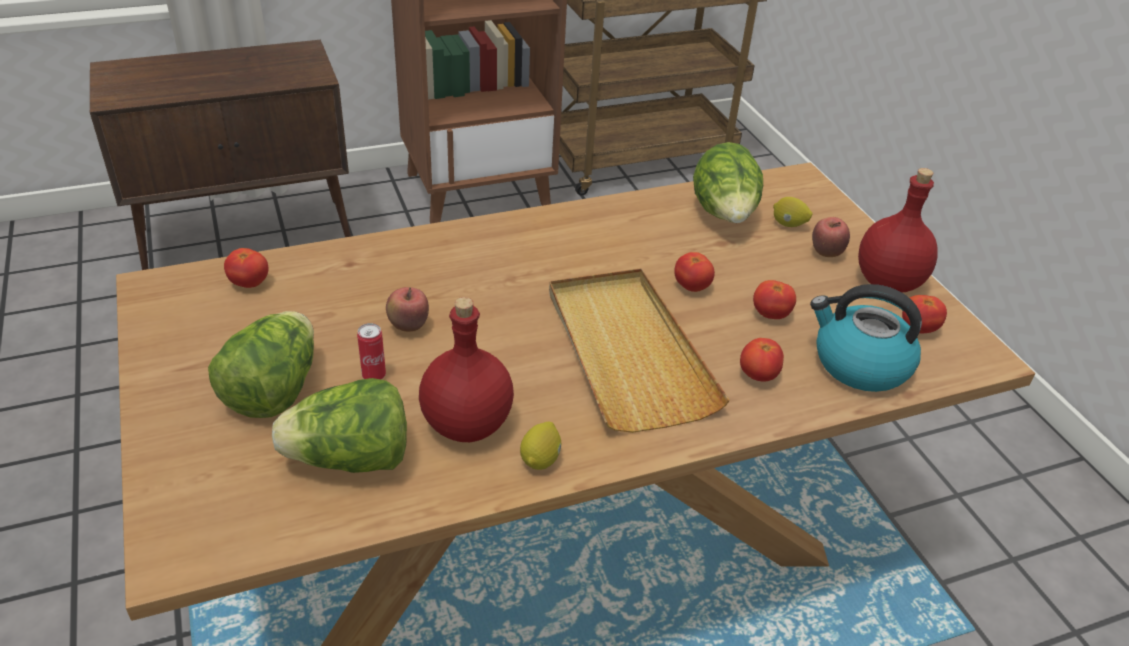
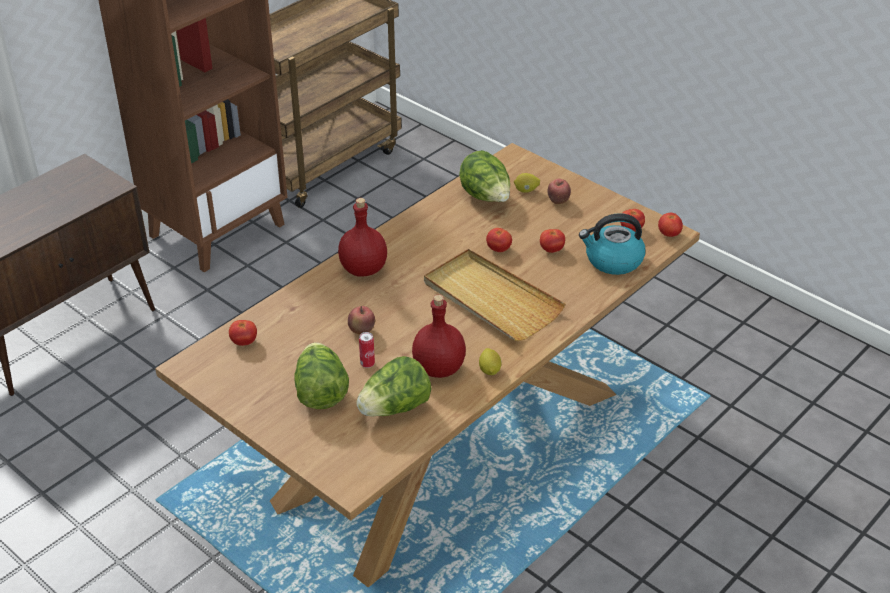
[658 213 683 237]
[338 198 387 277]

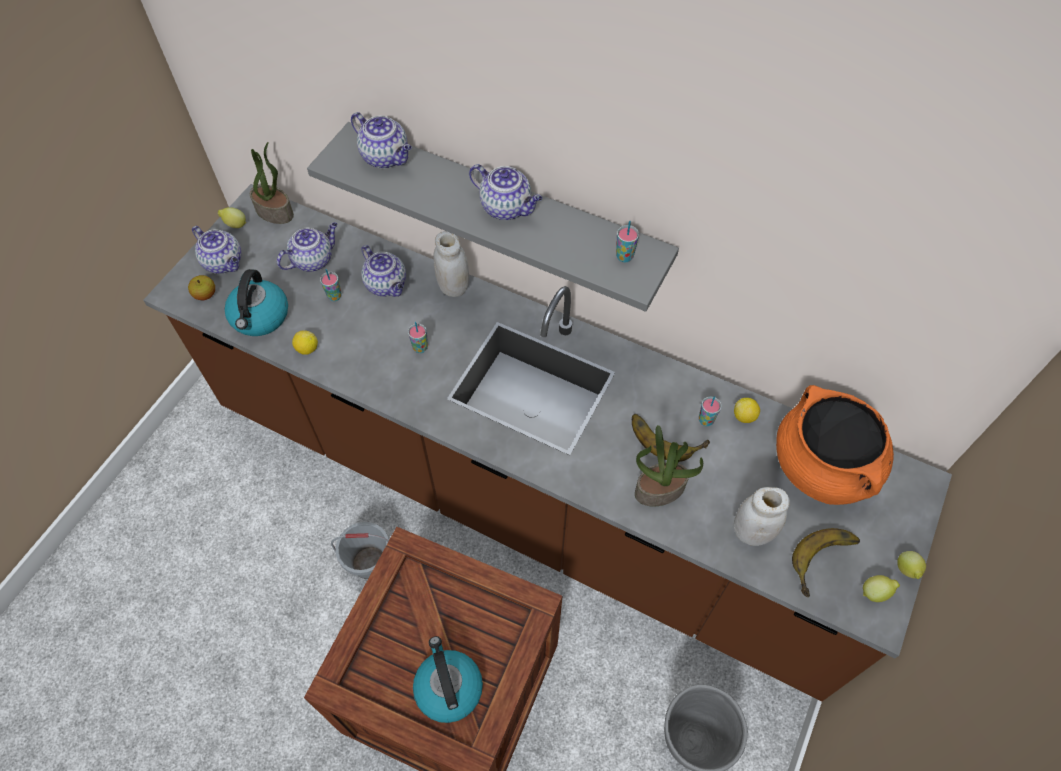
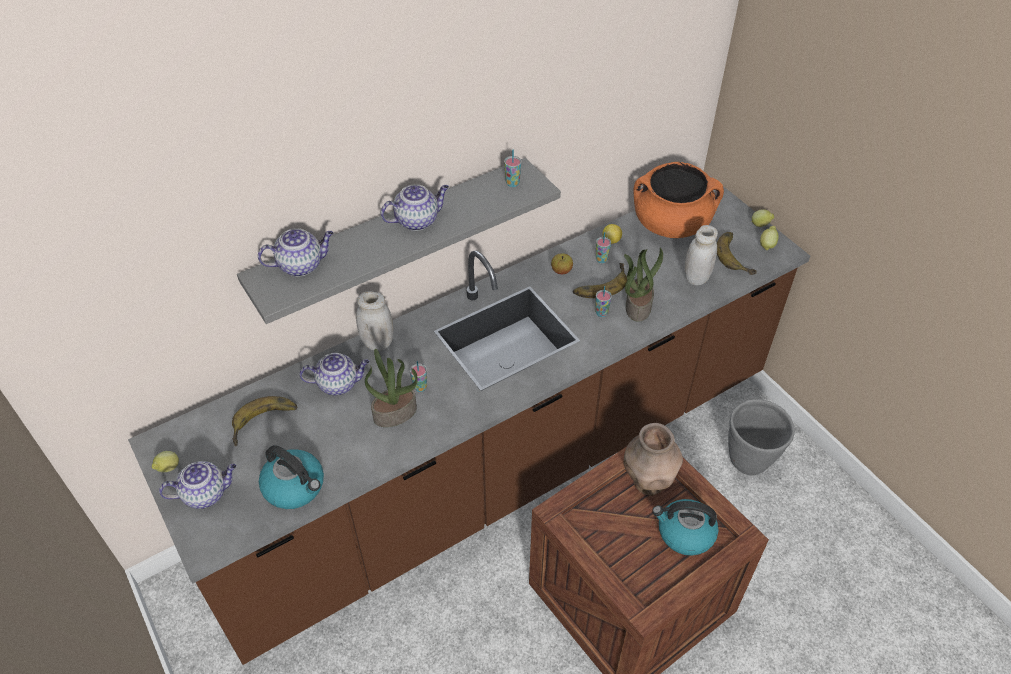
[551 253 573 274]
[365 349 418 427]
[232 396 297 446]
[292 330 318 355] (first image)
[595 286 612 317]
[331 522 389 579] (first image)
[624 423 683 496]

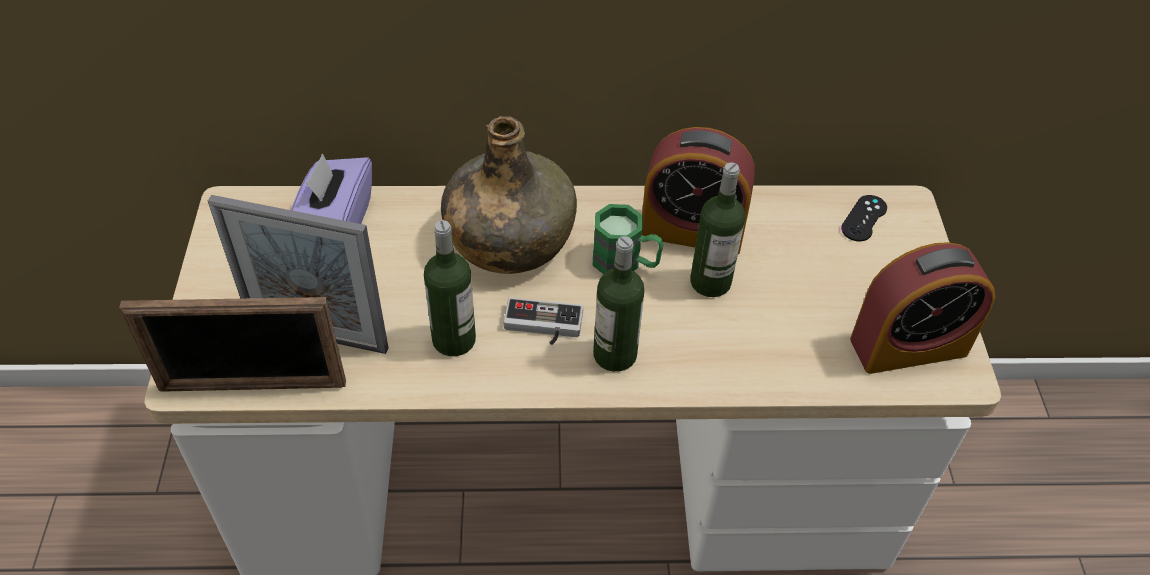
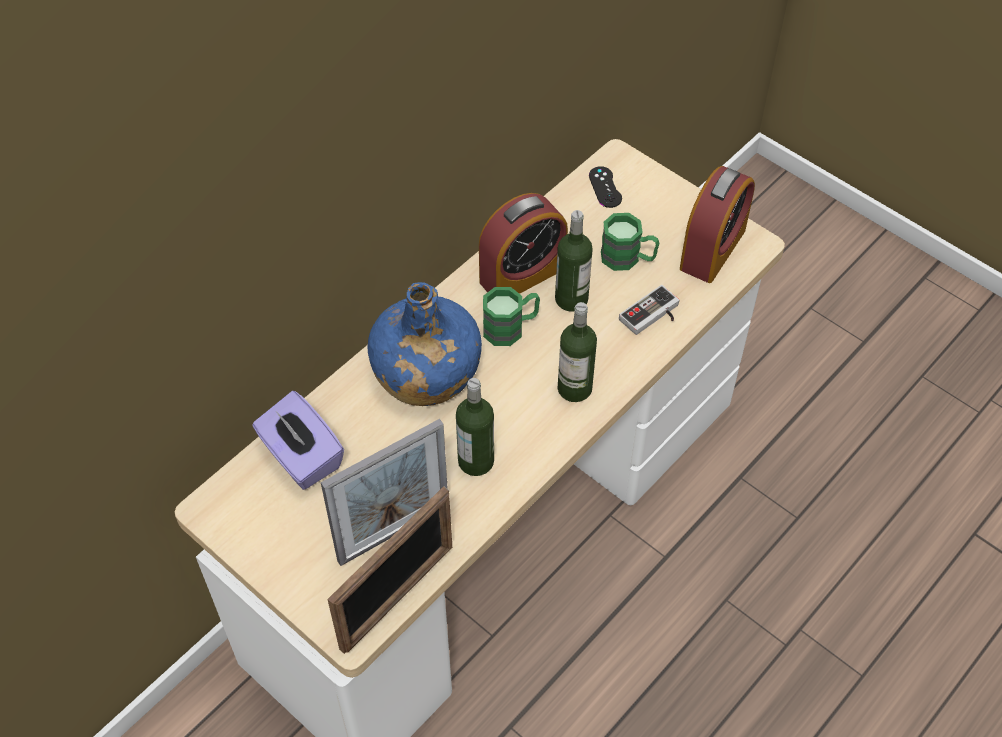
[368 282 482 406]
[619 285 679 335]
[601 213 659 271]

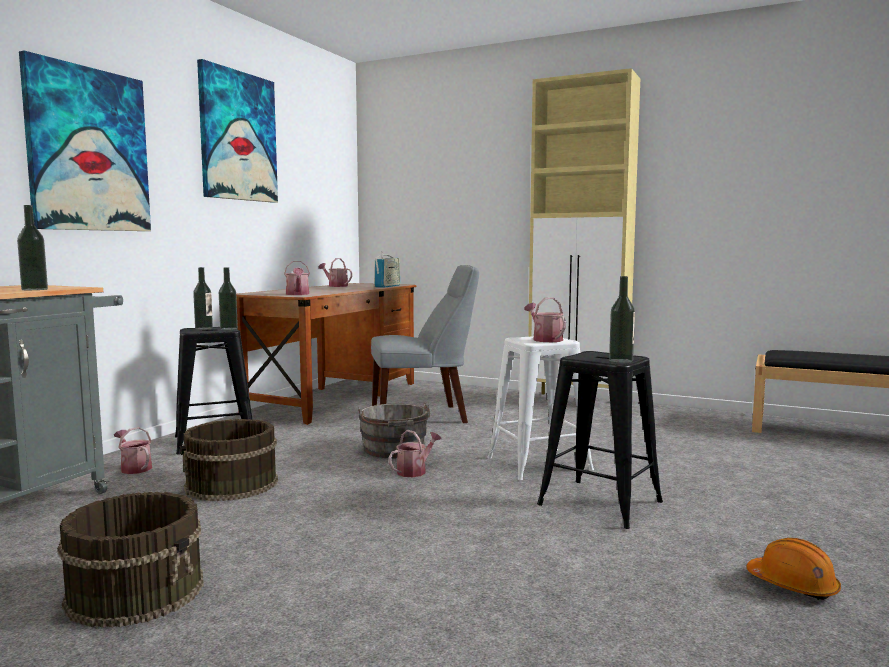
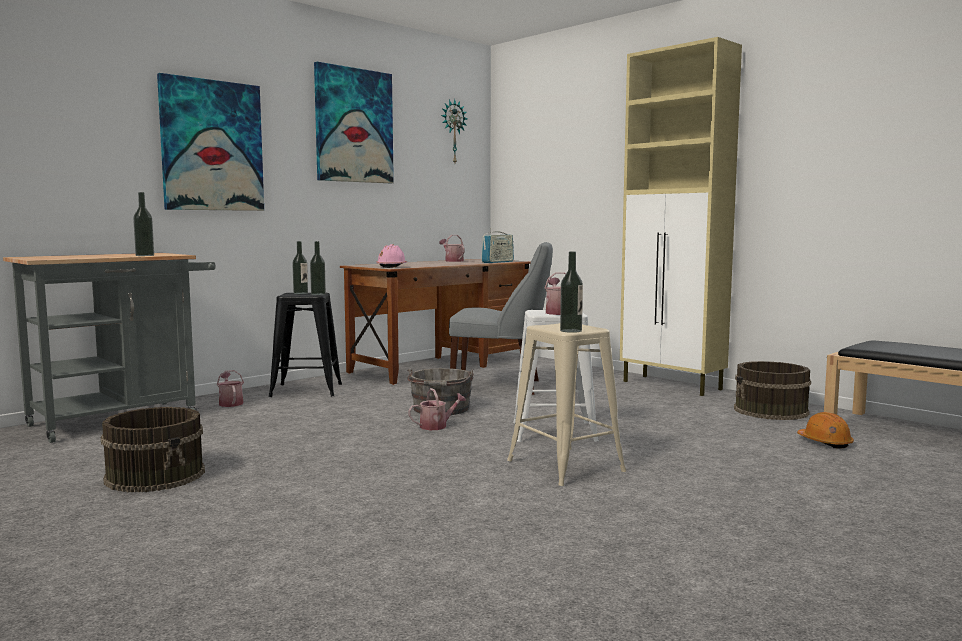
[734 361 811 420]
[376 244 407 268]
[507 323 626 486]
[797 412 854 449]
[441 99 467 163]

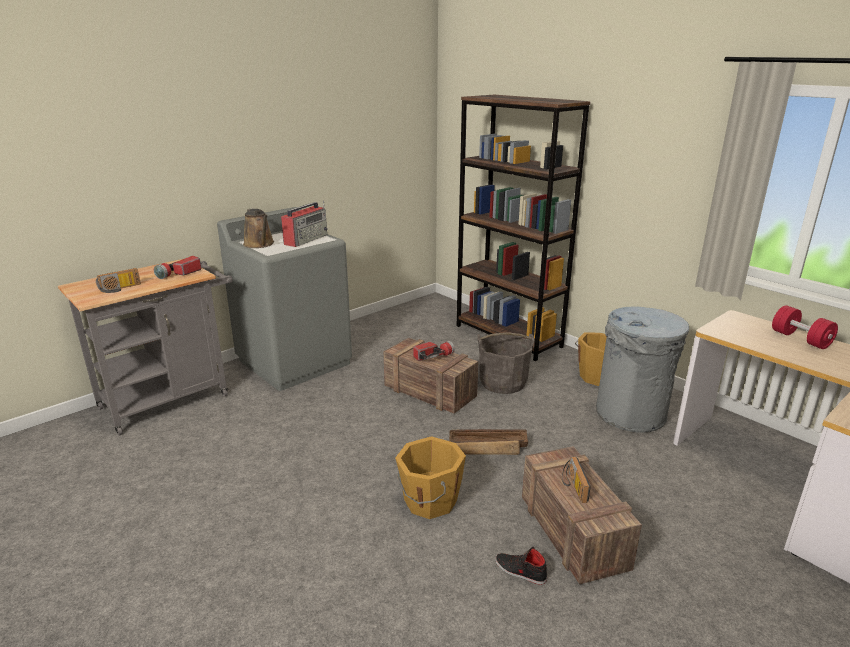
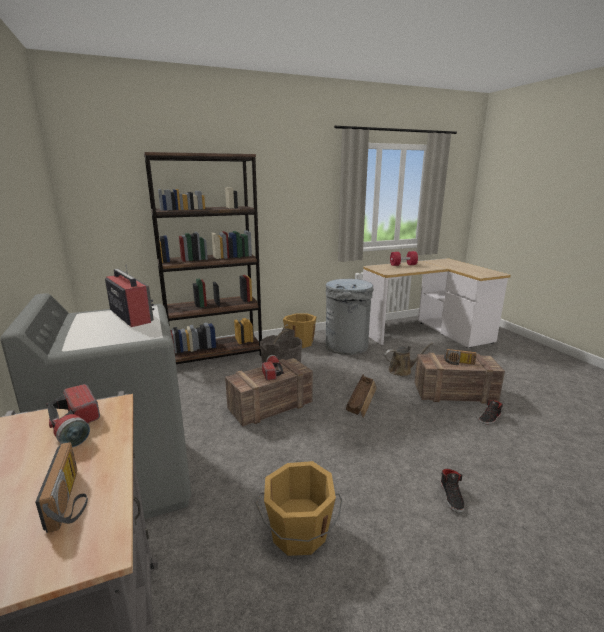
[385 343 433 376]
[256 461 342 556]
[441 469 465 513]

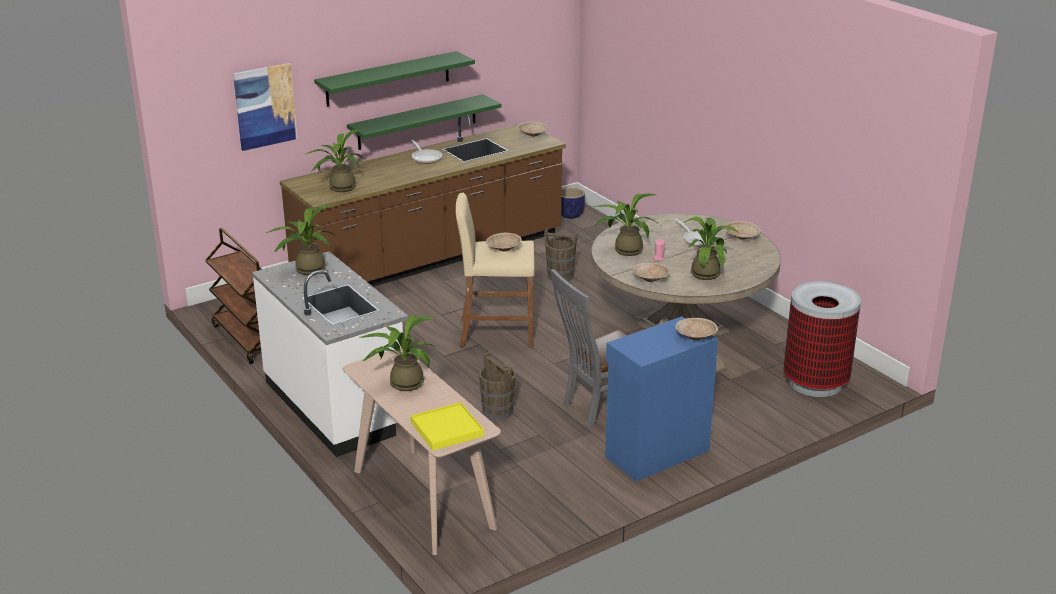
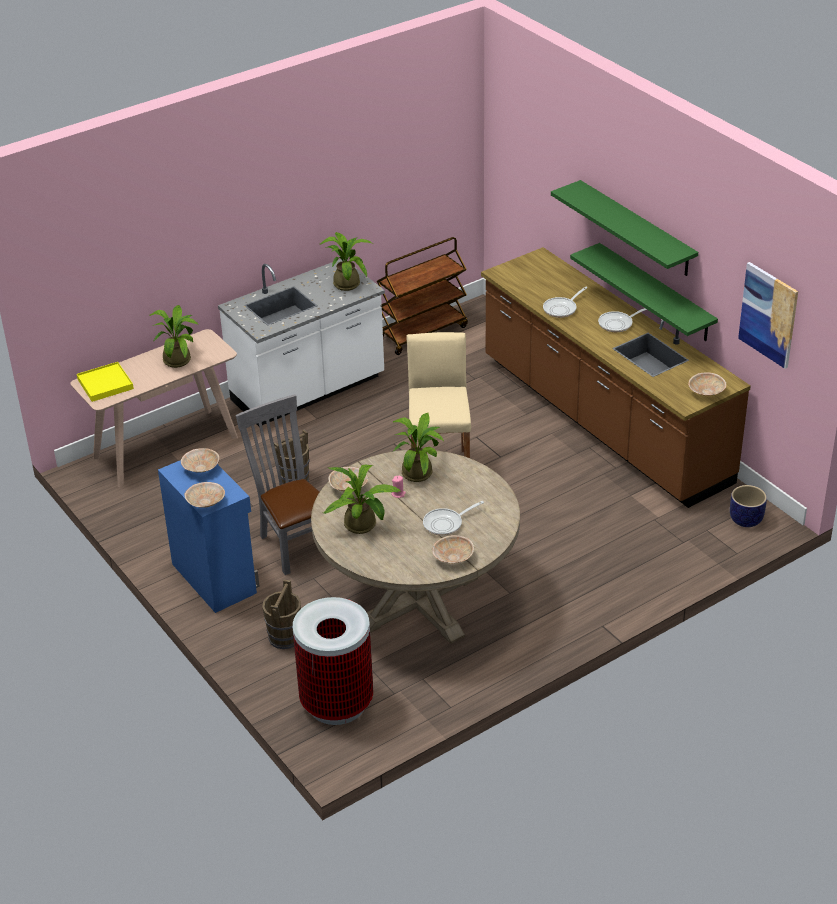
[738 262 798 369]
[306 129 365 192] (first image)
[181 448 219 473]
[262 579 301 649]
[543 287 588 318]

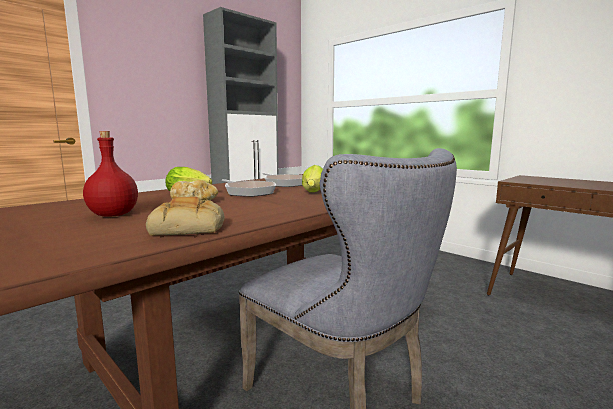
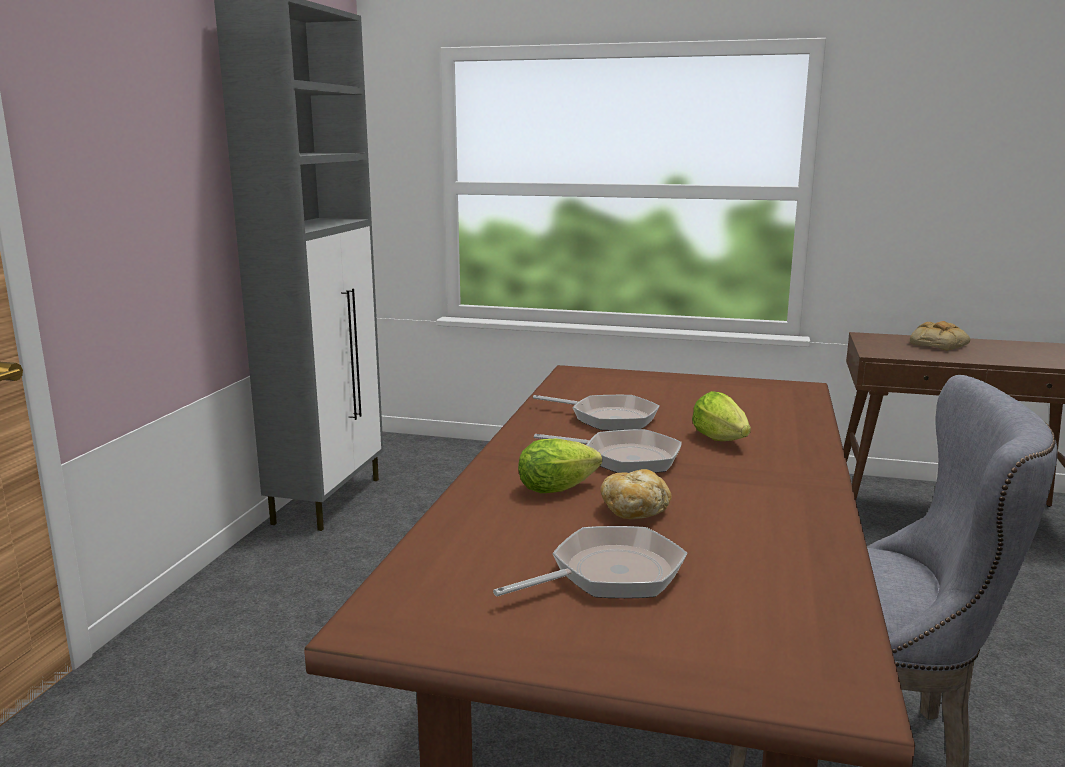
[493 526 687 598]
[910 321 970 351]

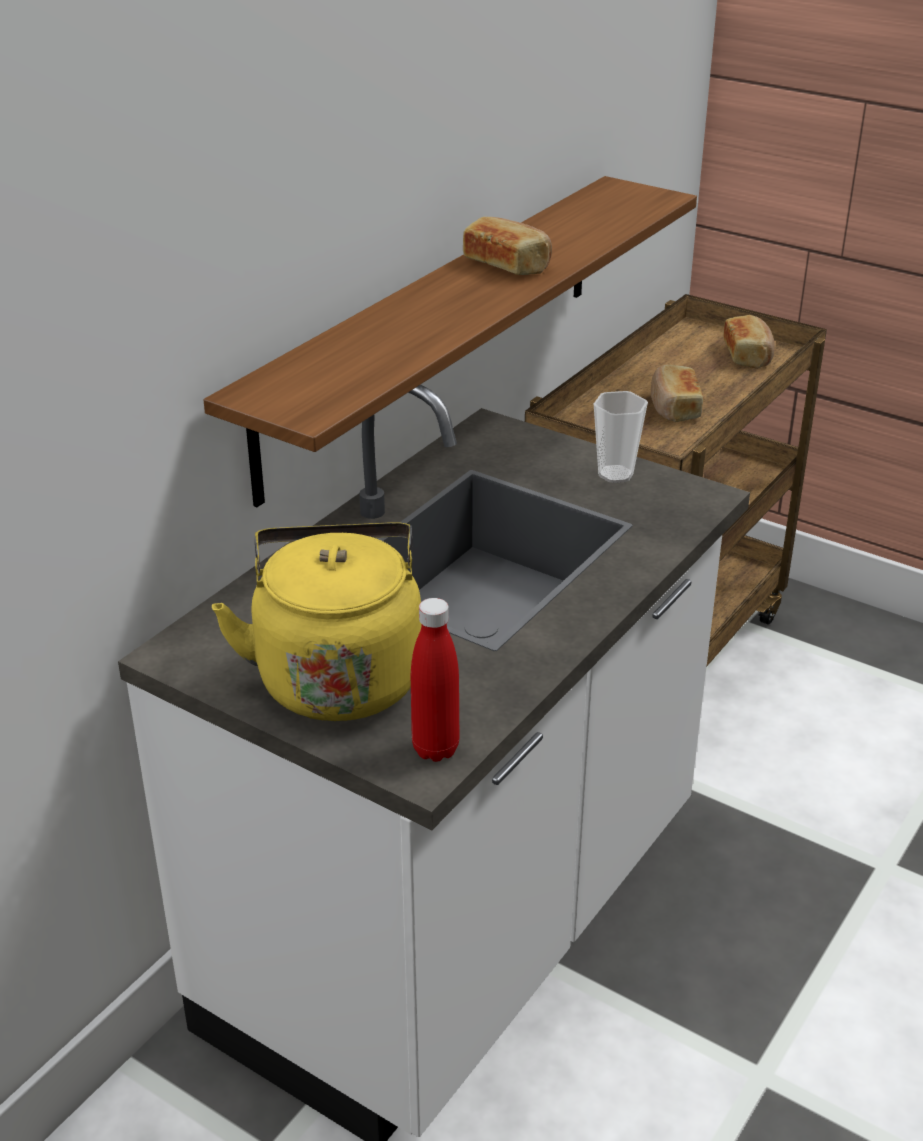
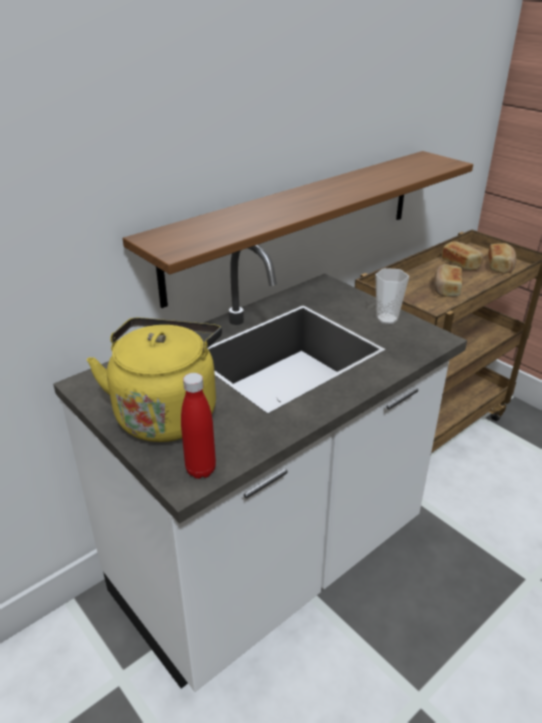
[442 241 484 270]

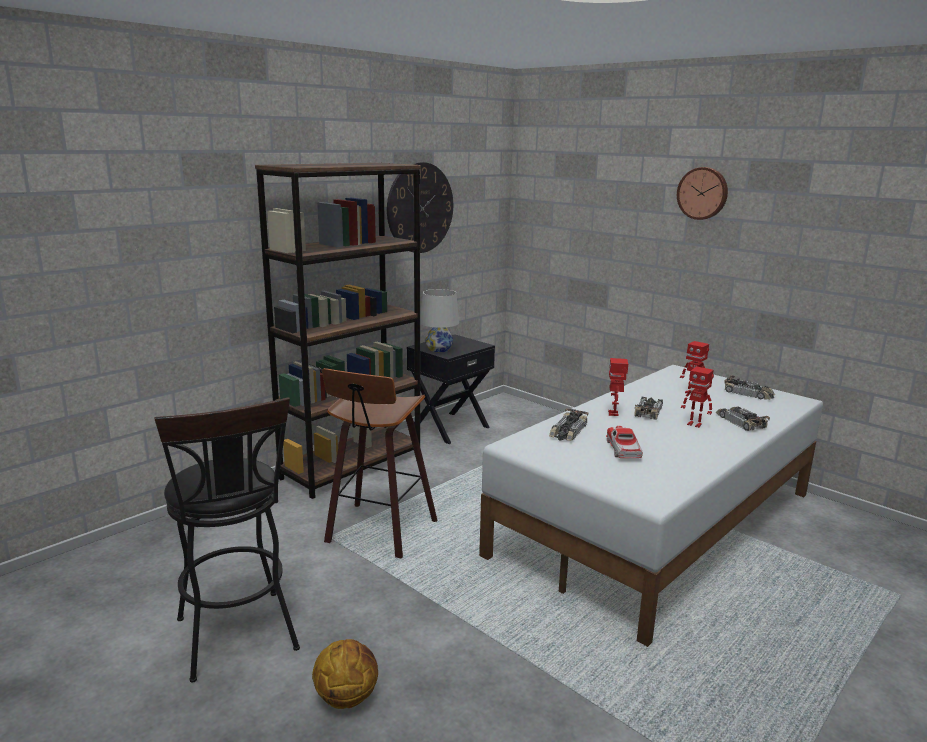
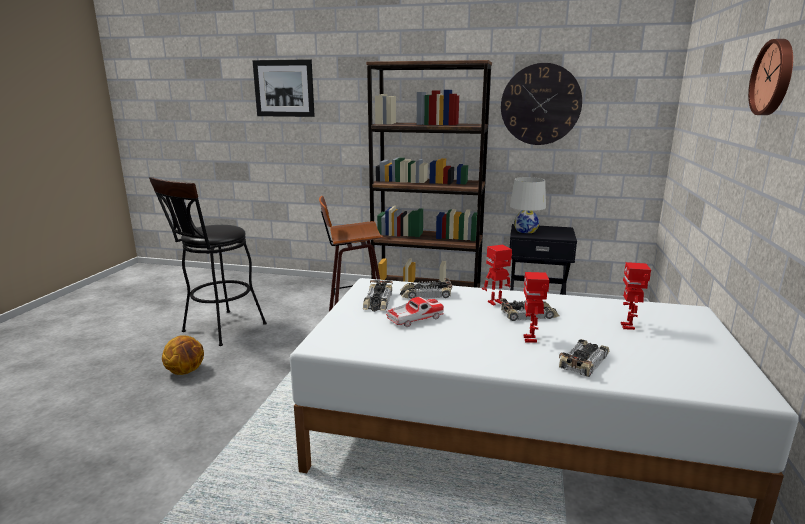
[363 280 393 312]
[252 59 315 117]

